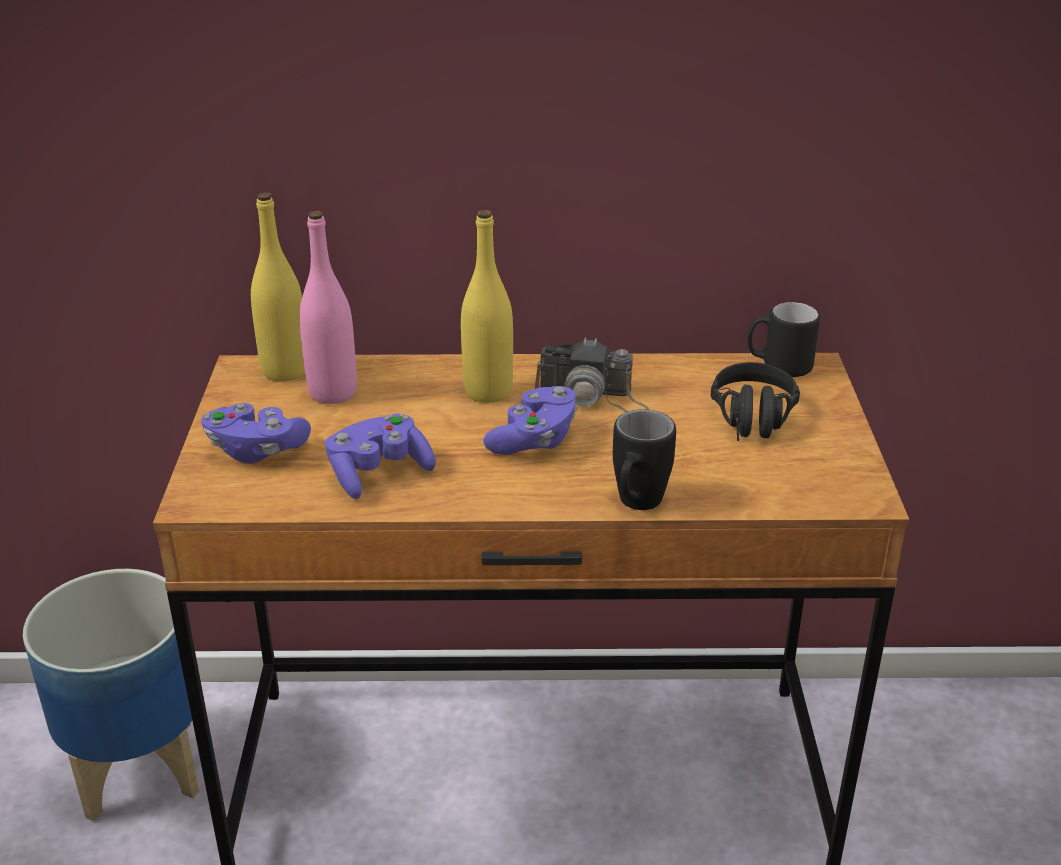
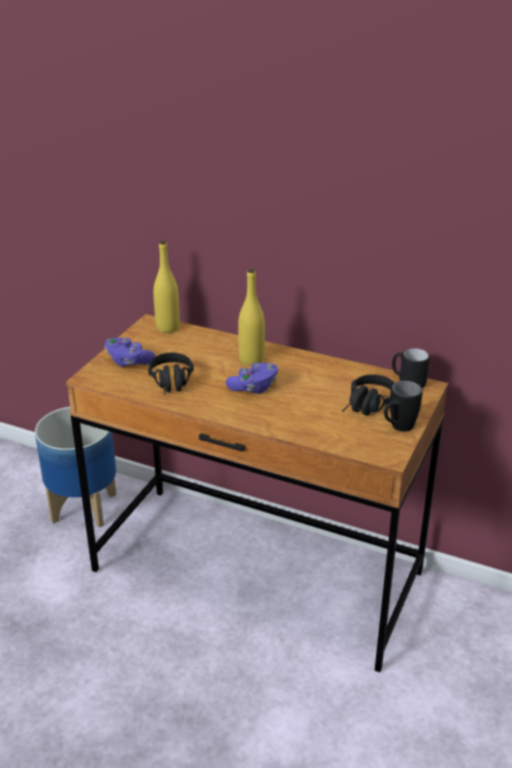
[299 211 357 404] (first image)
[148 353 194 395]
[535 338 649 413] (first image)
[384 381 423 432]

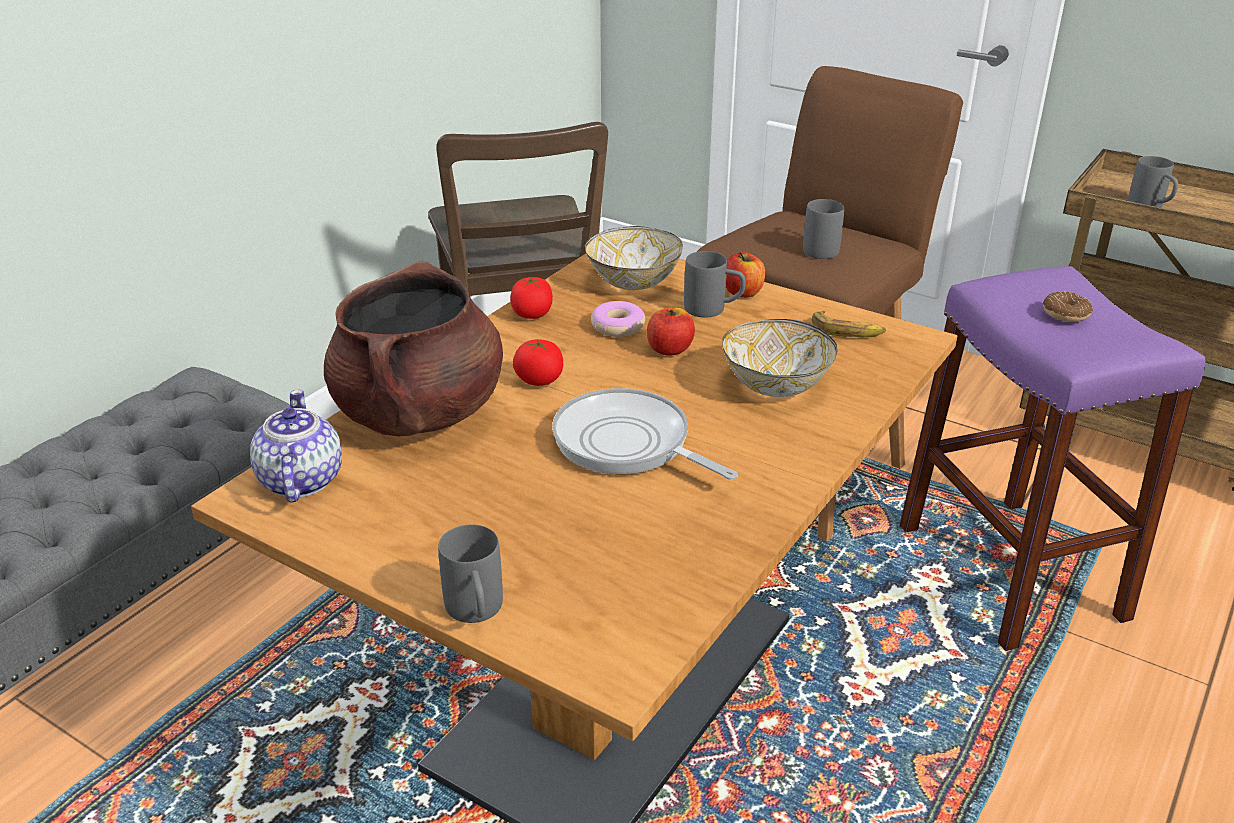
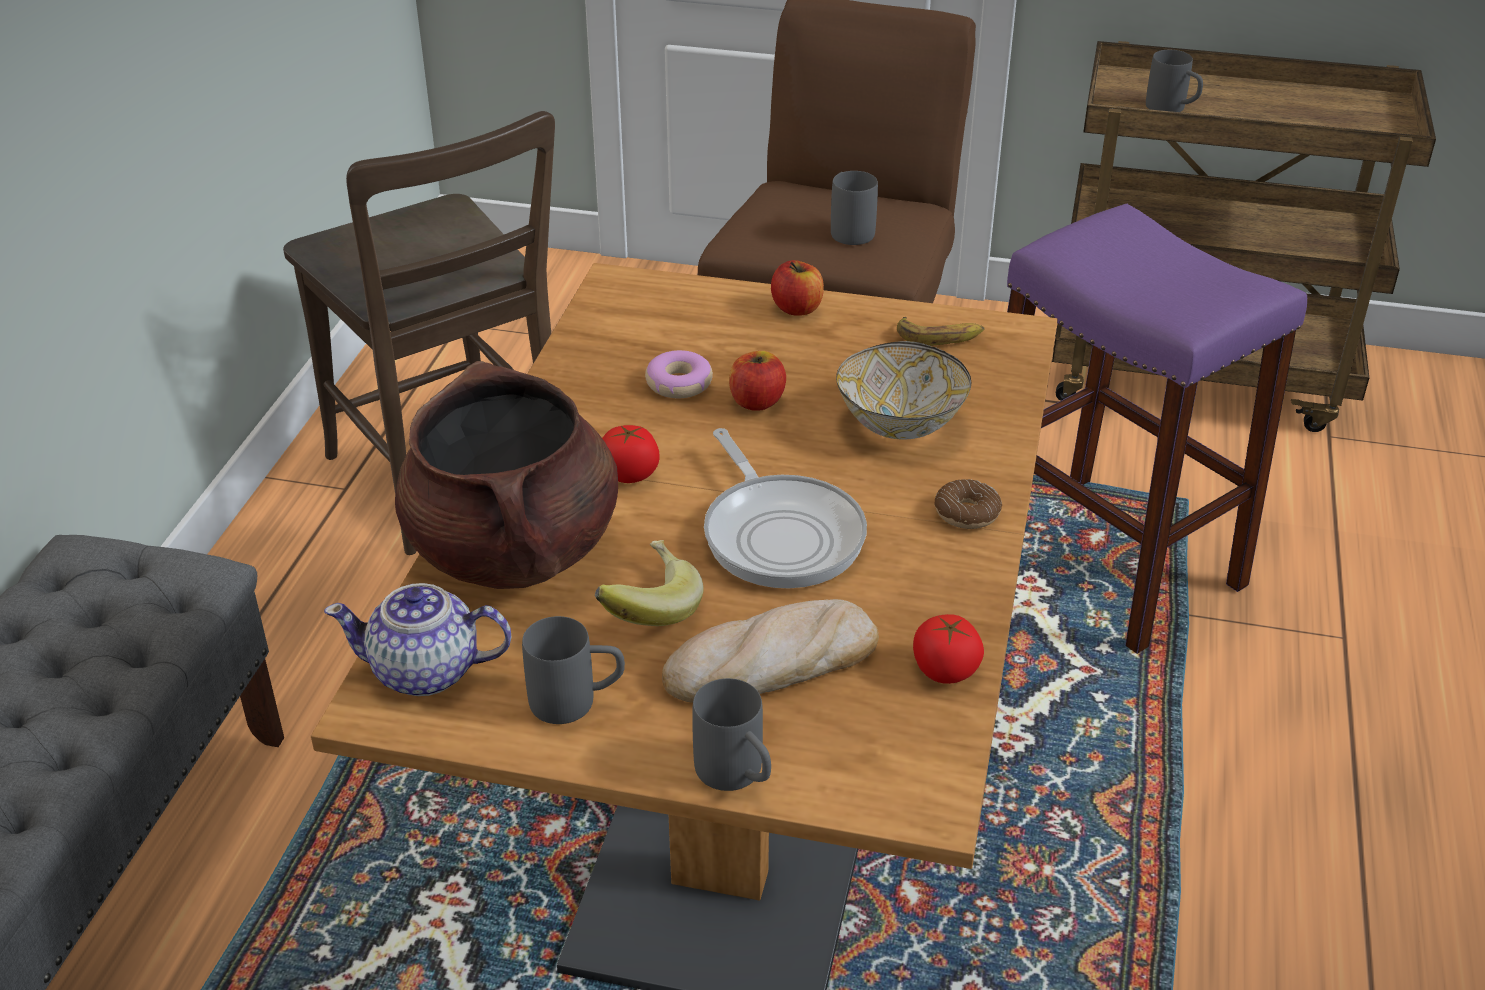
[324 583 512 696]
[913 614 984 684]
[704 428 867 589]
[585 226 683 290] (first image)
[522 616 625 724]
[934 479 1002 529]
[595 540 704 626]
[662 599 879 703]

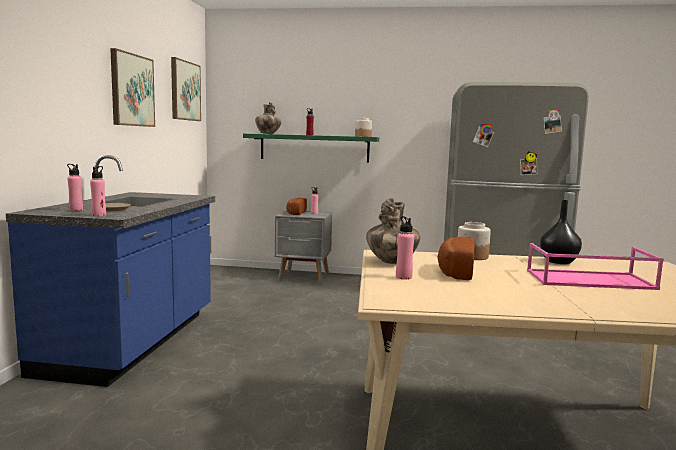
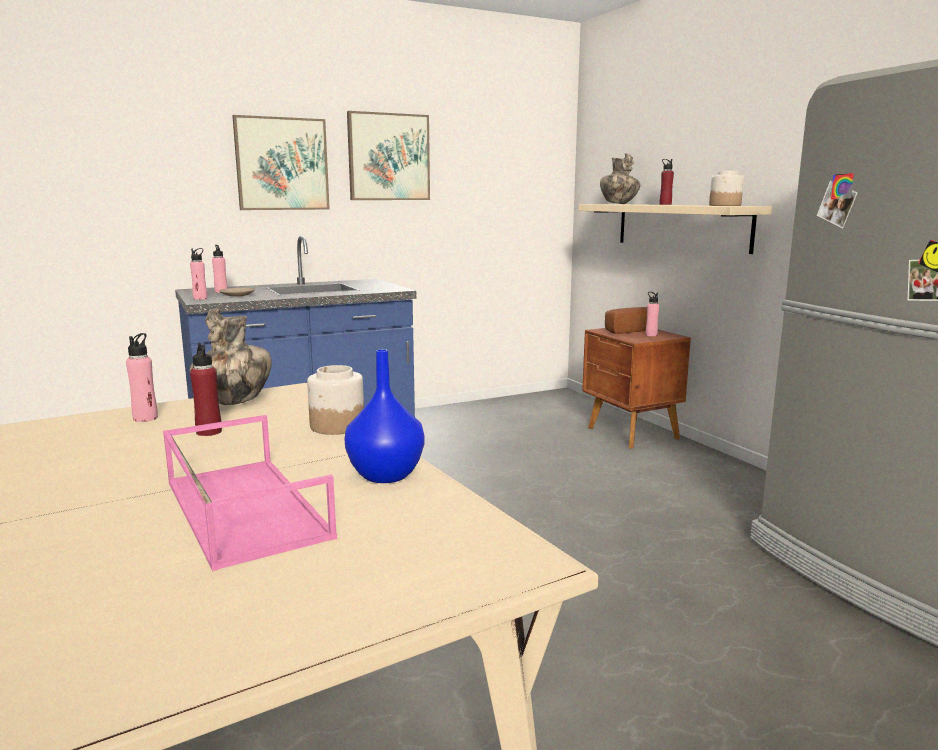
[232 115 330 210]
[579 204 772 254]
[582 328 691 449]
[190 343 222 436]
[345 349 425 483]

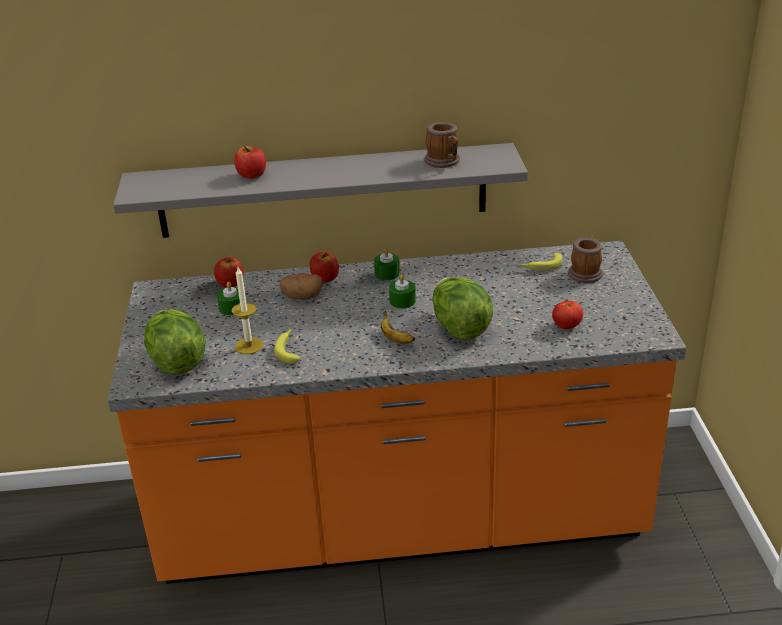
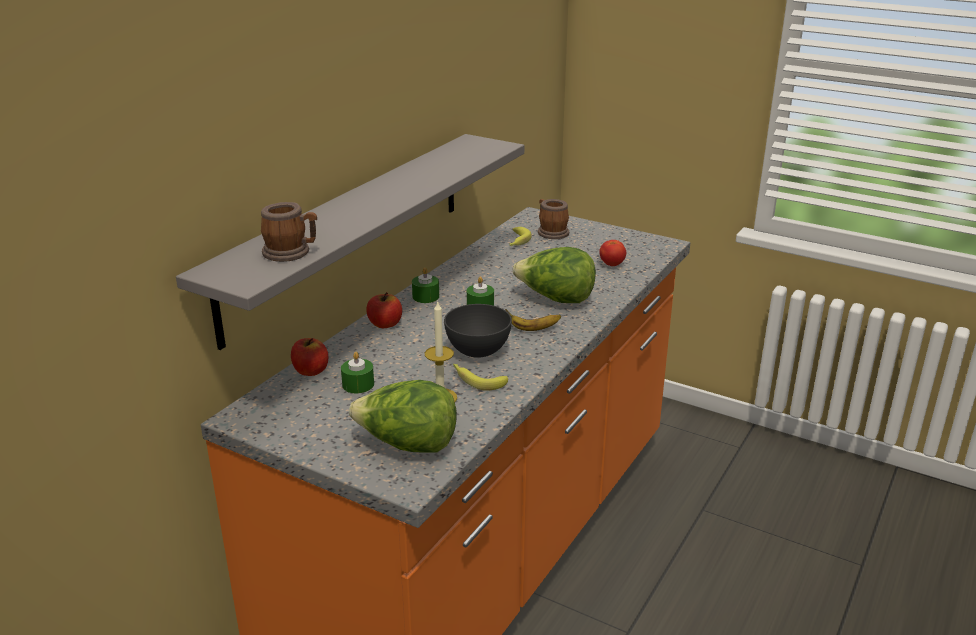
[234 146 266 179] (first image)
[280 273 323 300] (first image)
[261 202 317 262]
[444 304 512 358]

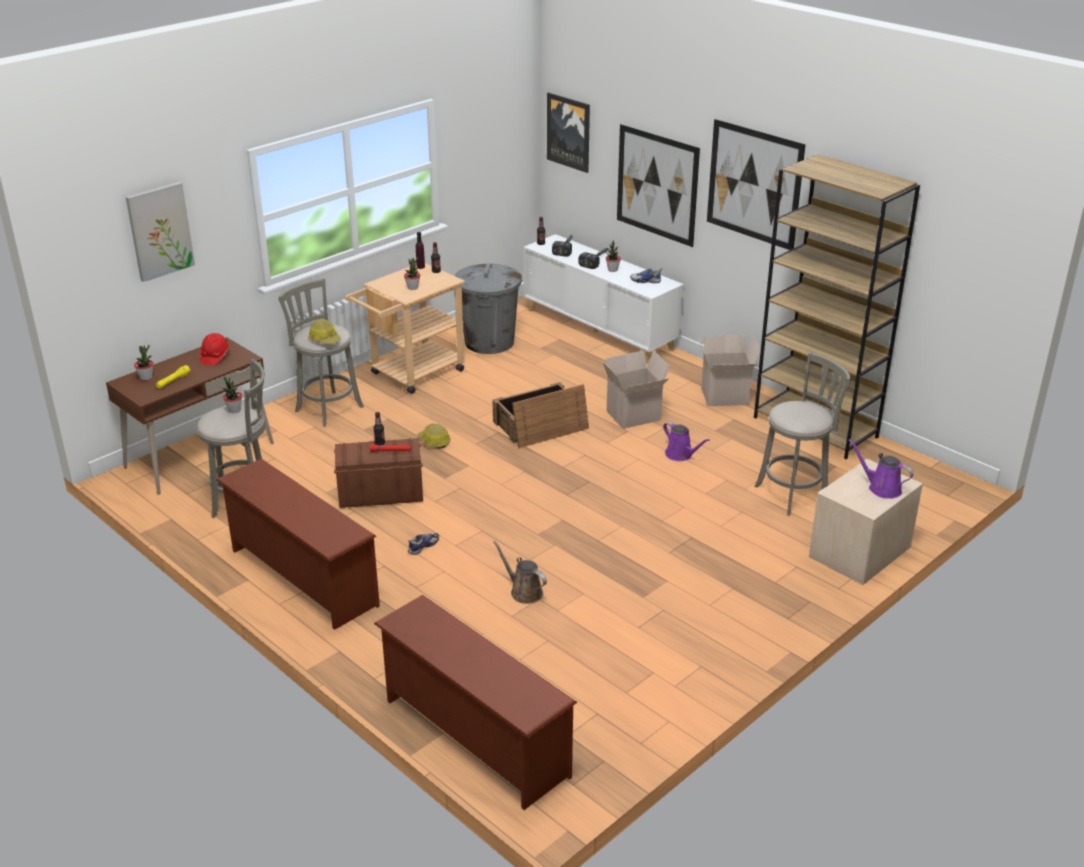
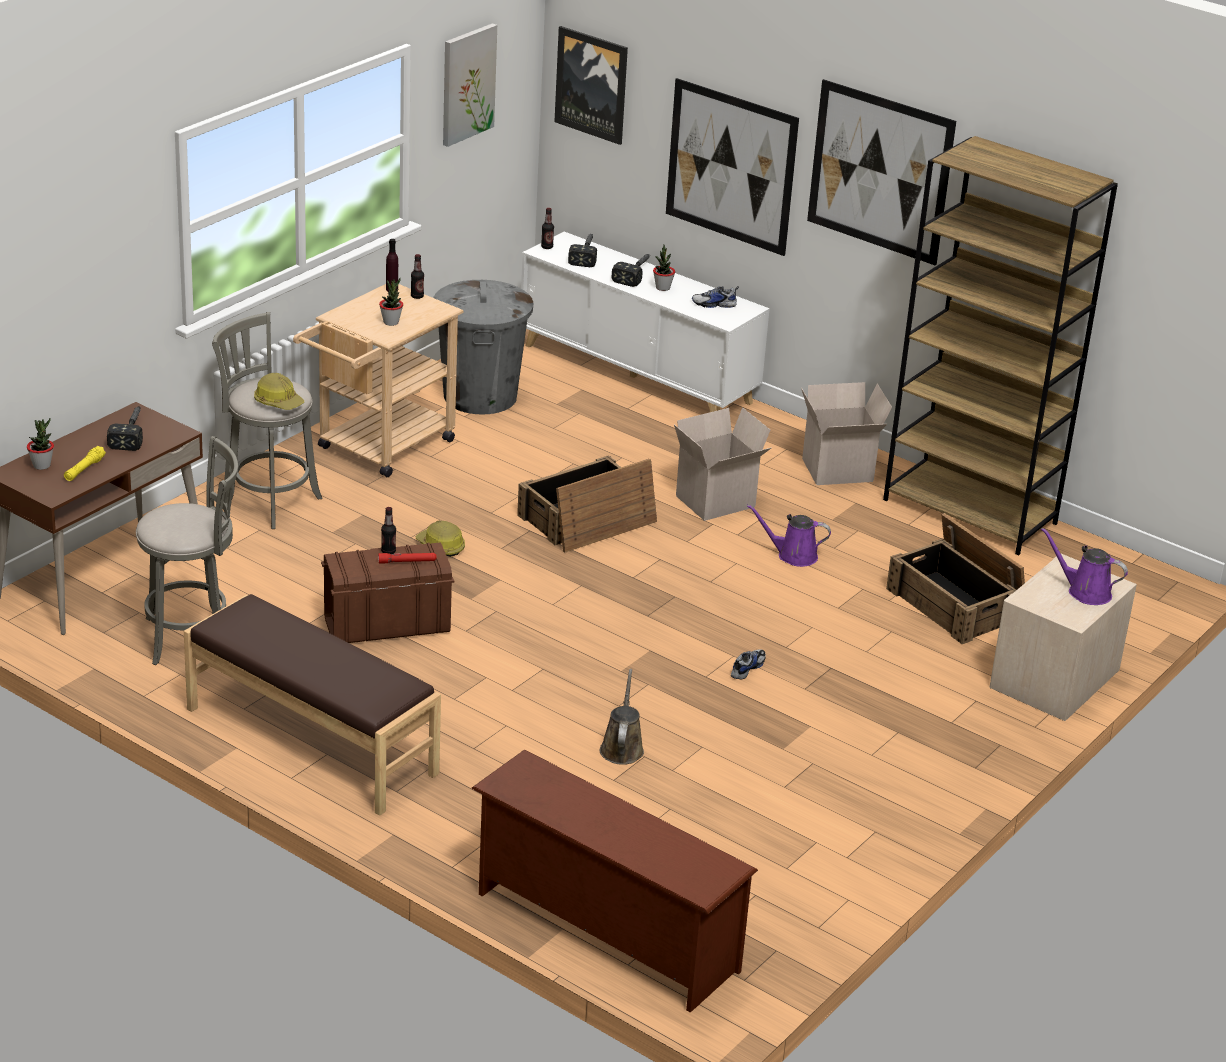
[443 23 497 147]
[107 407 143 451]
[184 594 441 816]
[223 377 242 413] (first image)
[731 649 766 680]
[600 669 644 765]
[747 505 831 567]
[886 513 1025 644]

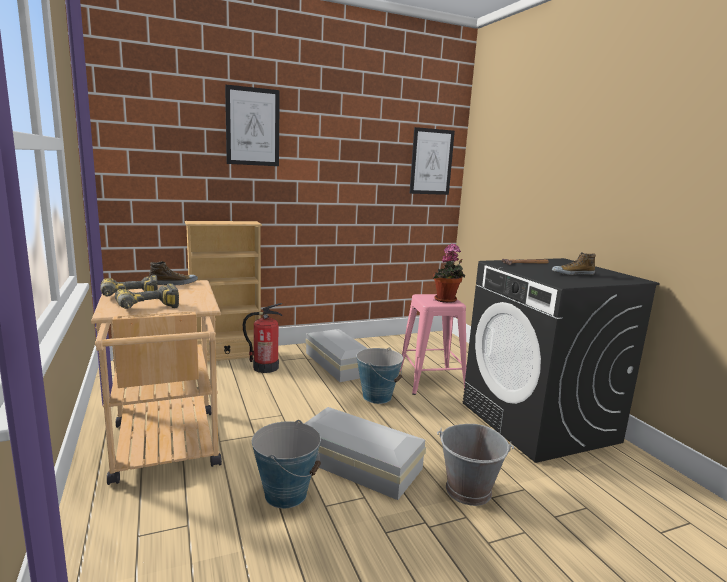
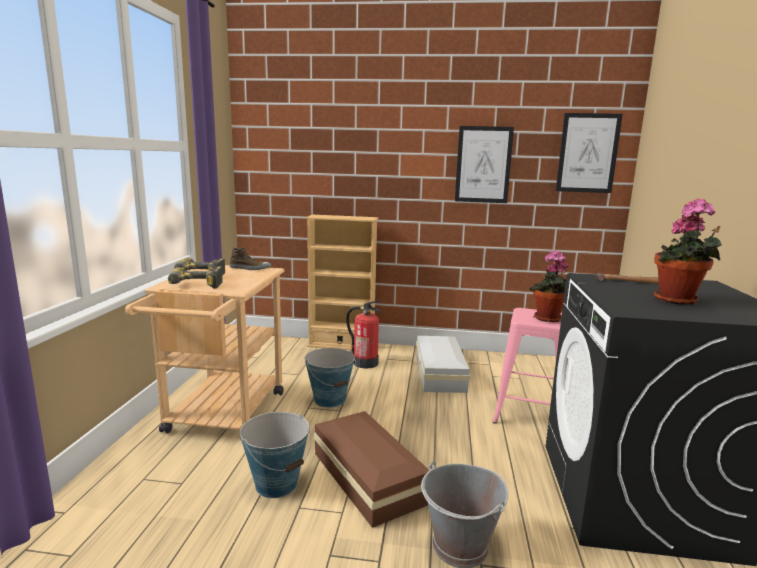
[455 126 514 203]
[313 411 429 528]
[305 348 356 408]
[654 198 722 305]

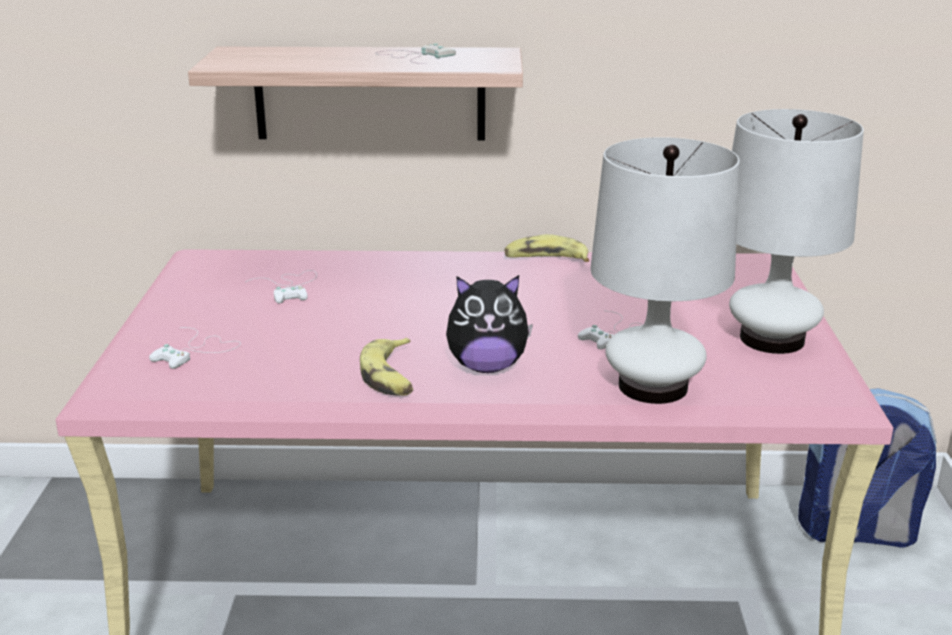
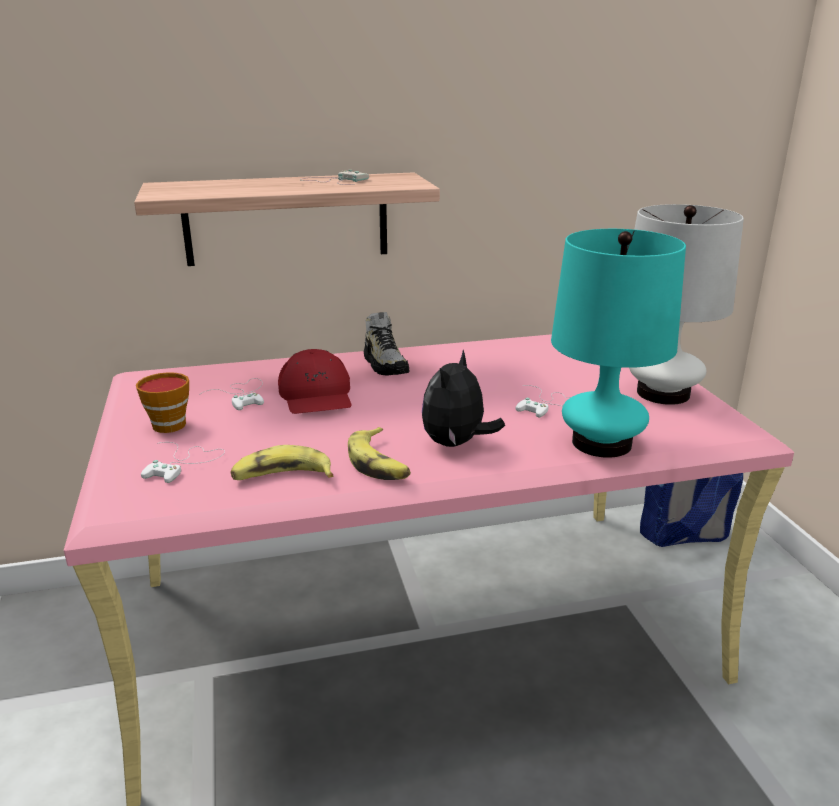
[422 350 505 447]
[231 445 333 480]
[551 229 686 458]
[136 372 189 433]
[278 349 351 414]
[364 312 409 376]

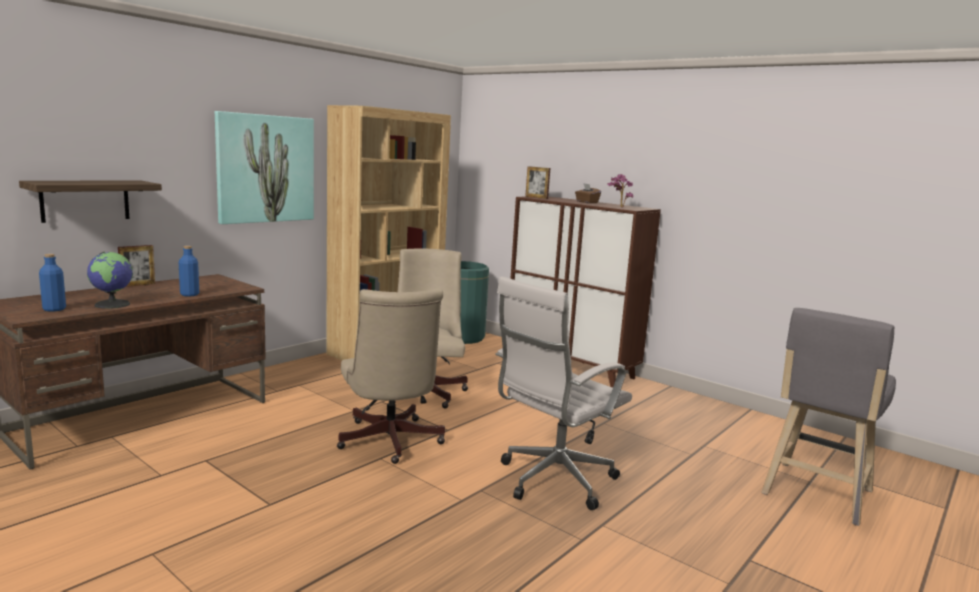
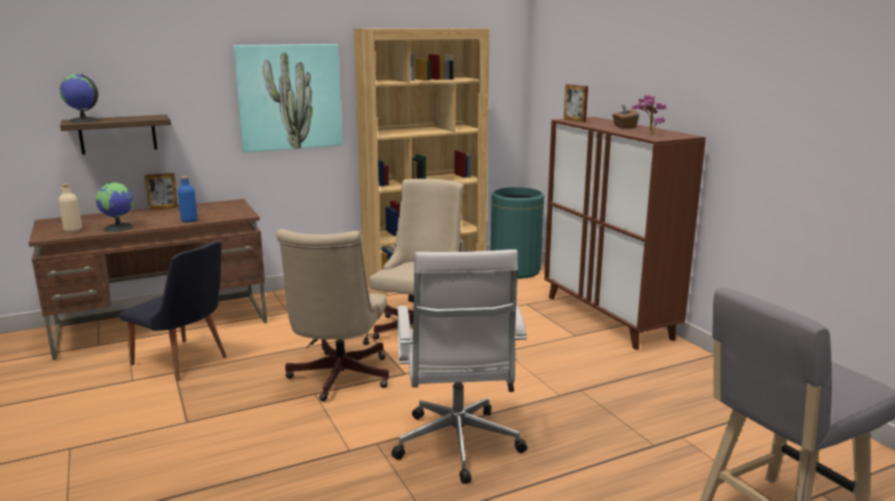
[58 184 82 232]
[392 249 527 484]
[59 74 98 123]
[120 241 227 381]

